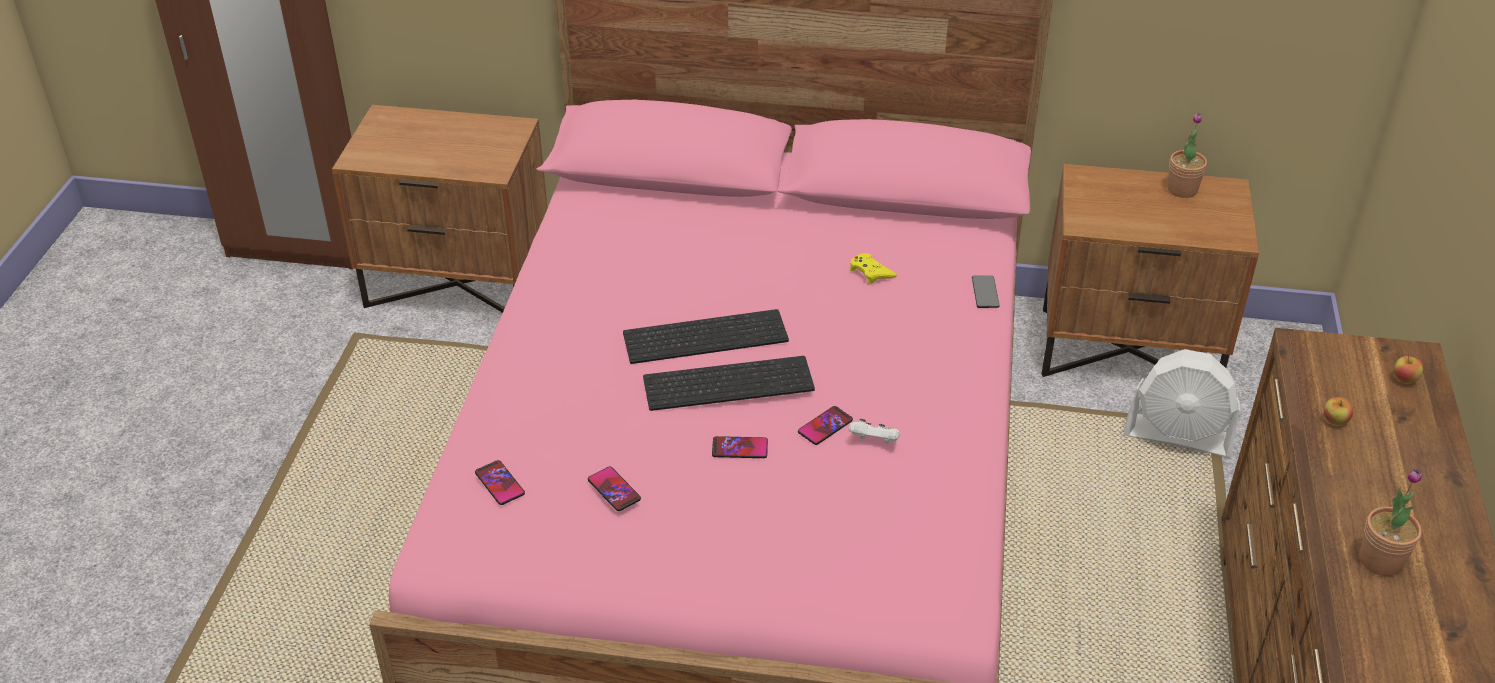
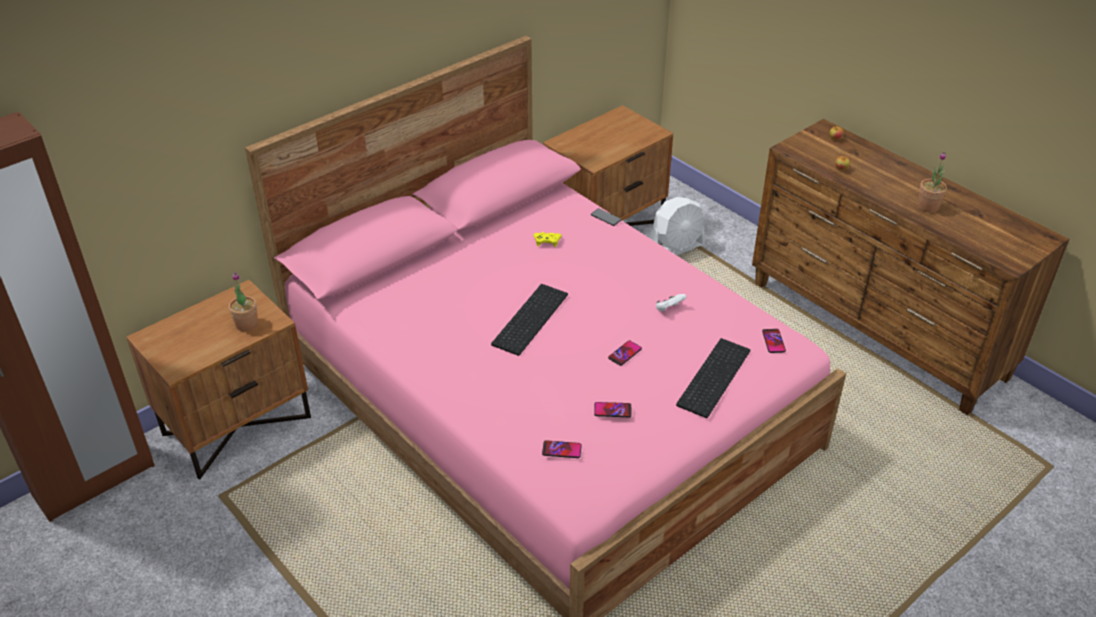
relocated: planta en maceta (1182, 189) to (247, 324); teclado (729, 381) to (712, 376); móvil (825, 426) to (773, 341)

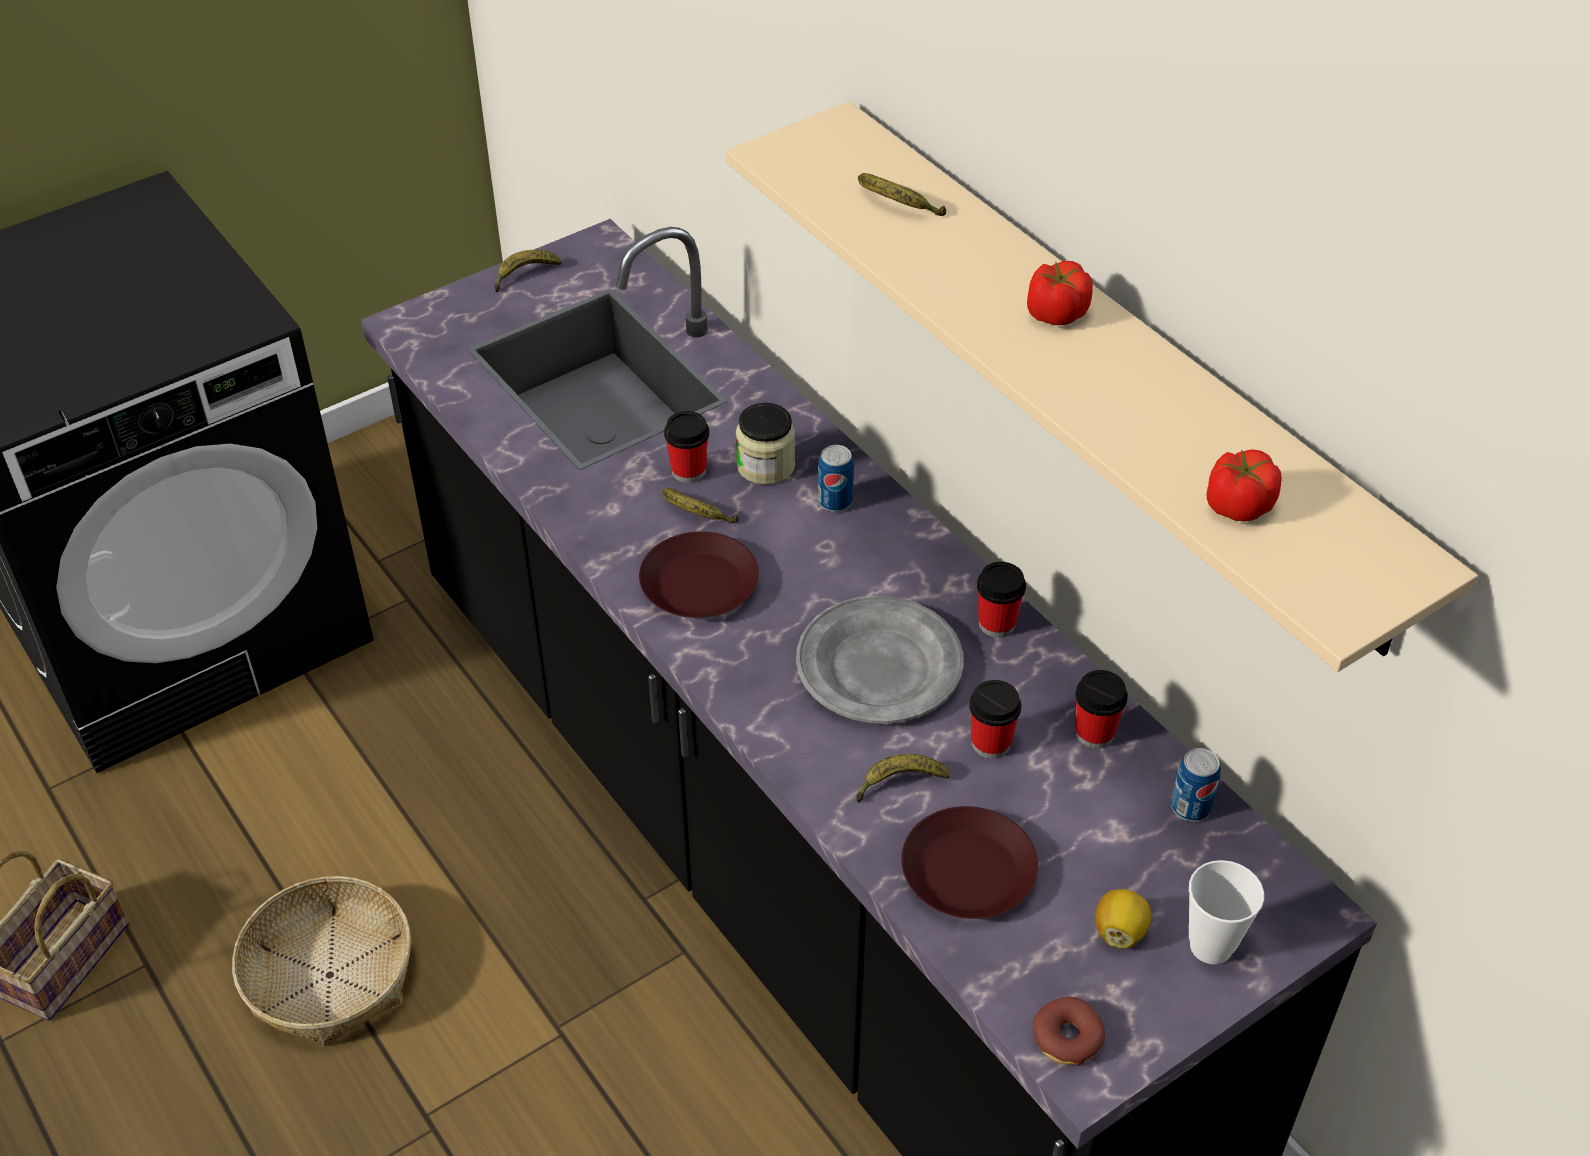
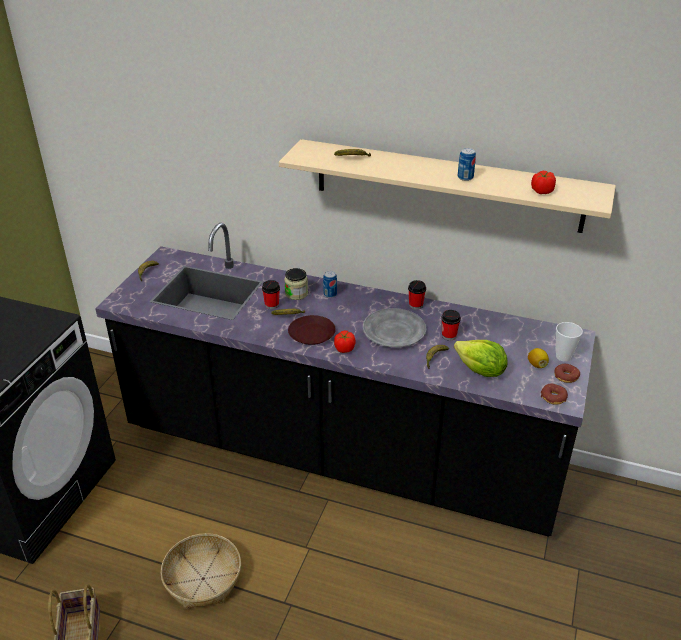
missing: taza (1094, 733)
appeared: rosquilla (566, 376)
relocated: tomate (1056, 314) to (344, 348); lata (1190, 807) to (465, 177)
exchanged: plato (marrón) (967, 873) to lechuga (480, 371)

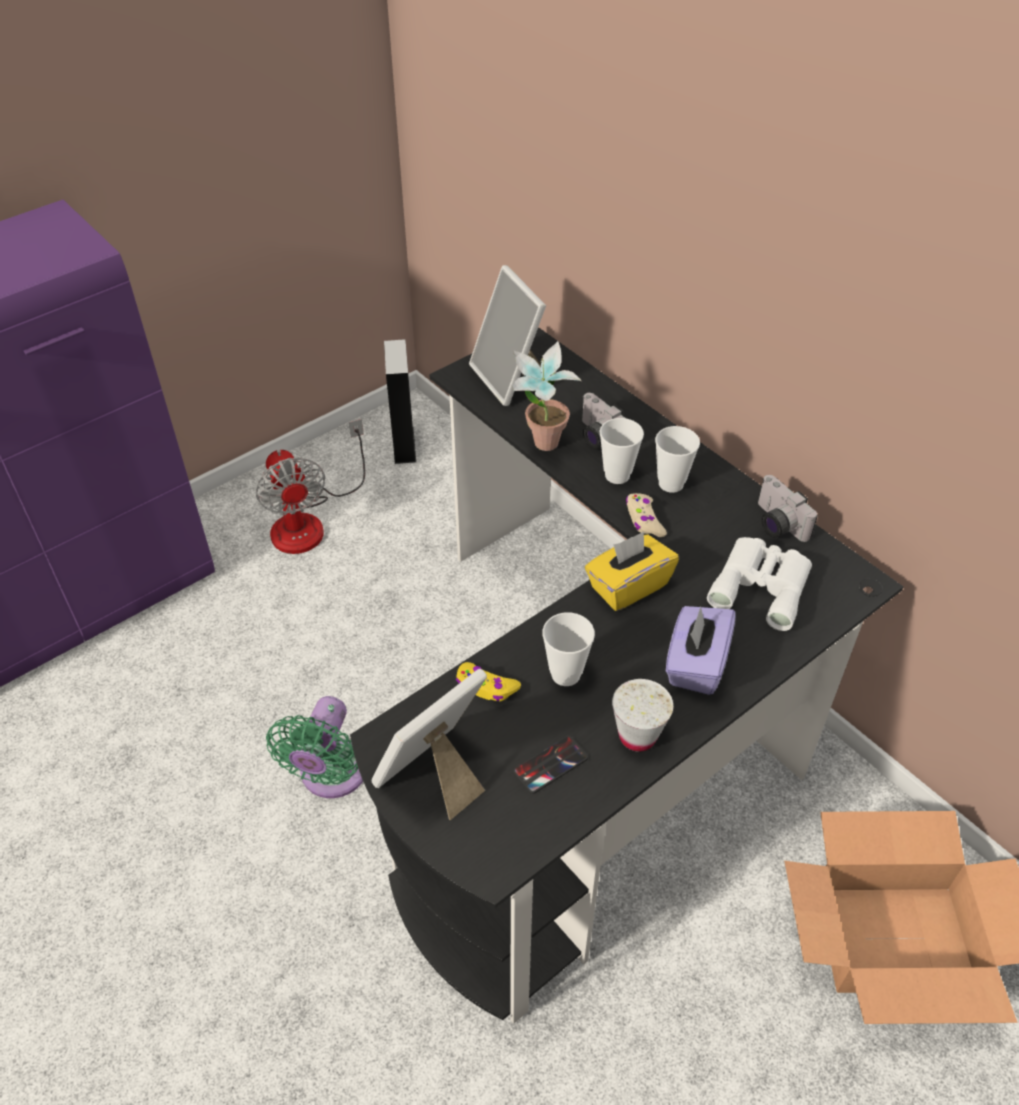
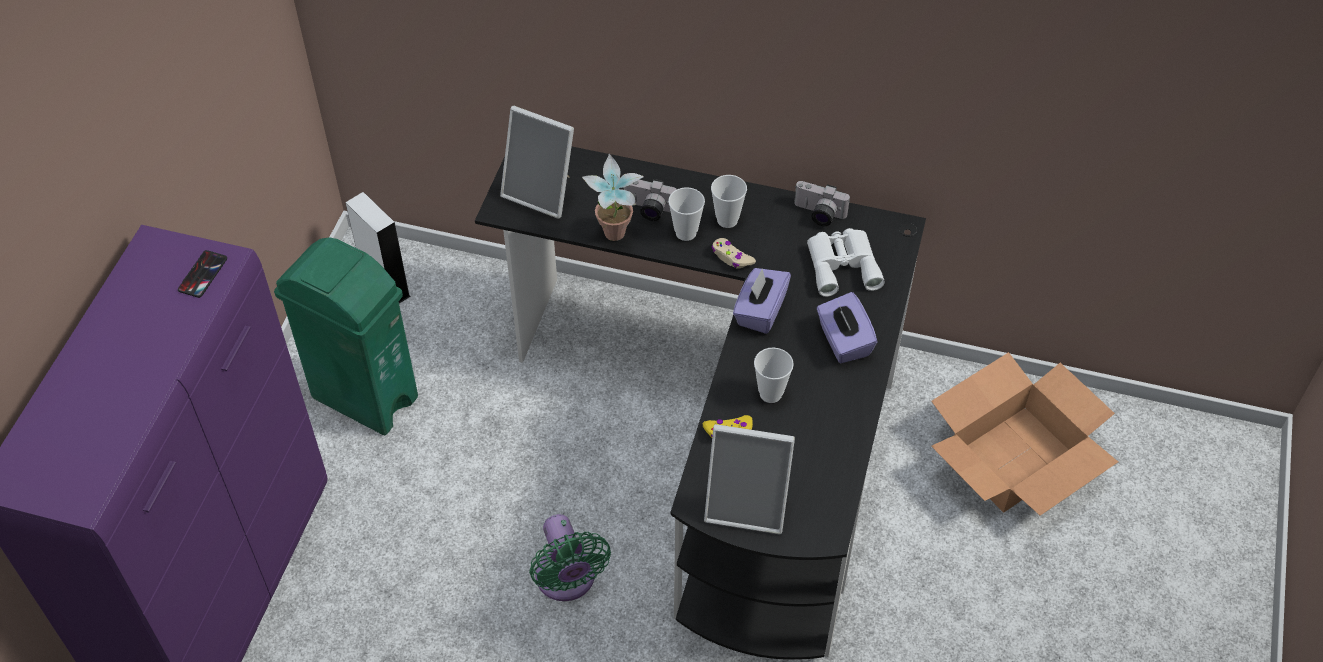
missing: taza (blanco) (637, 736)
relocated: móvil (550, 764) to (202, 274)
exchanged: ventilador (309, 521) to papelera (verde) (364, 396)
colour: caja de pañuelos (amarillo) (628, 586) to caja de pañuelos (morado) (760, 311)
spun: portarretratos (435, 776) = (747, 504) 90 degrees counterclockwise

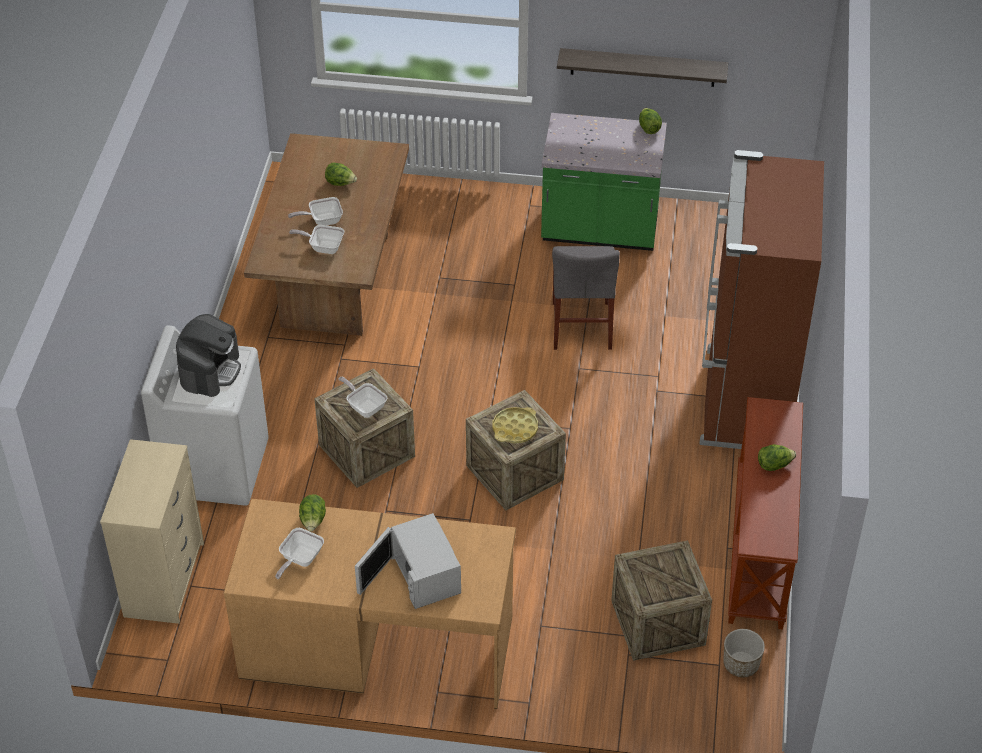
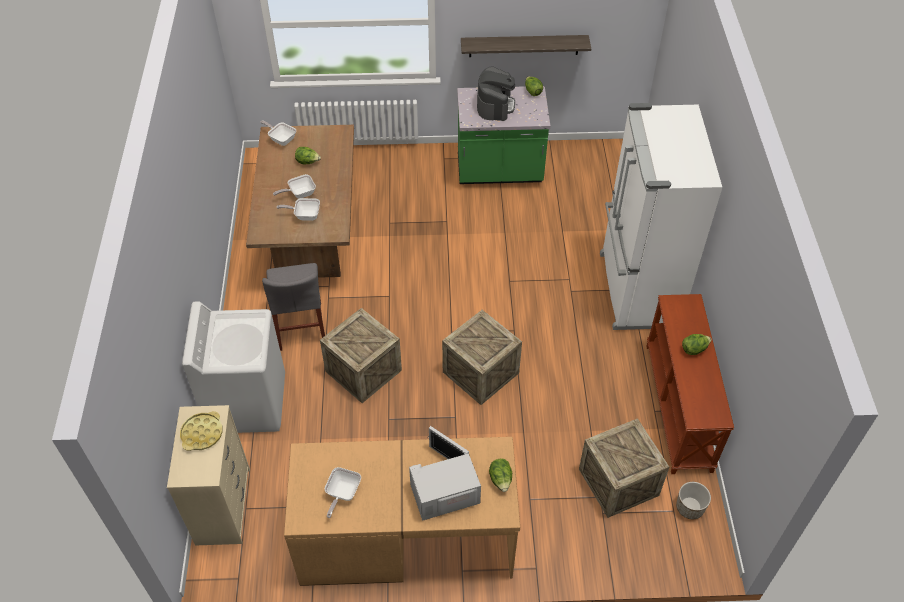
relocated: bandeja (amarillo) (515, 428) to (202, 433); sartén (364, 406) to (281, 139); silla (gris) (581, 325) to (300, 326); cafetera (210, 370) to (495, 105); lechuga (313, 521) to (501, 480)
colour: nevera (marrón) (743, 401) to nevera (blanco) (636, 290)
spun: microondas (blanco) (421, 574) = (445, 491) 105 degrees clockwise

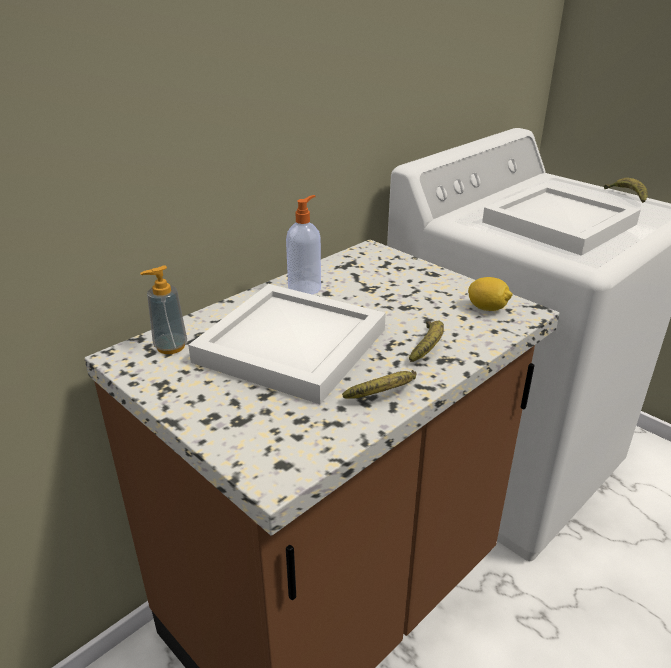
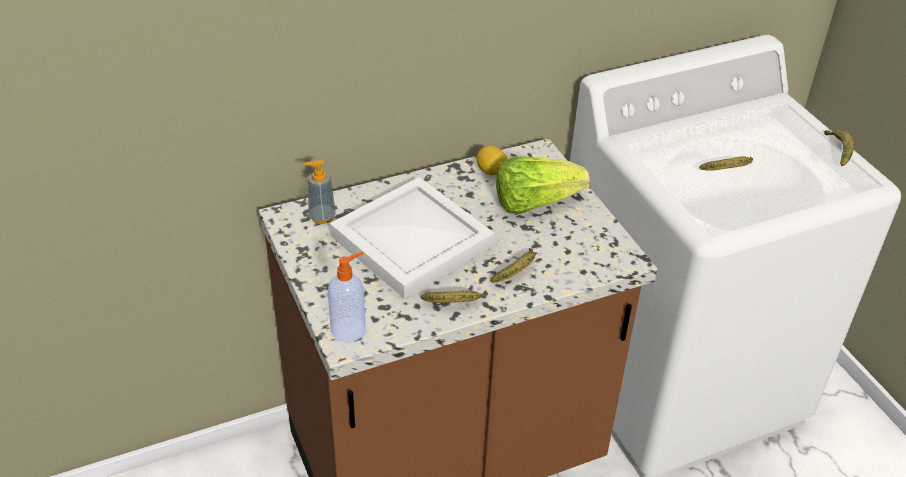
appeared: lechuga (534, 202)
relocated: dispensador de jabón (305, 287) to (349, 329); limón (487, 308) to (491, 171)
exchanged: bandeja (blanco) (558, 222) to plátano (728, 170)

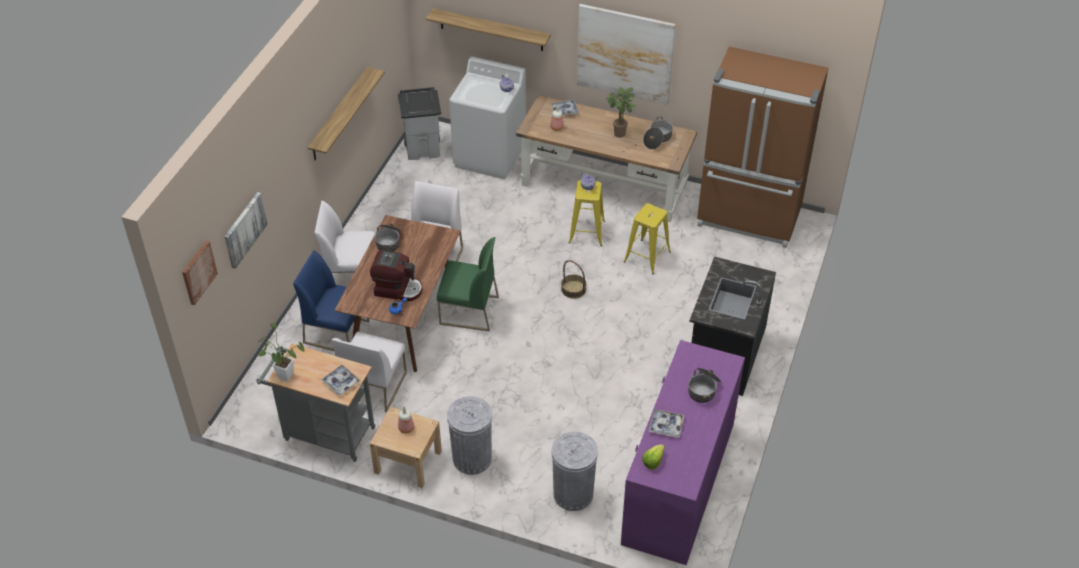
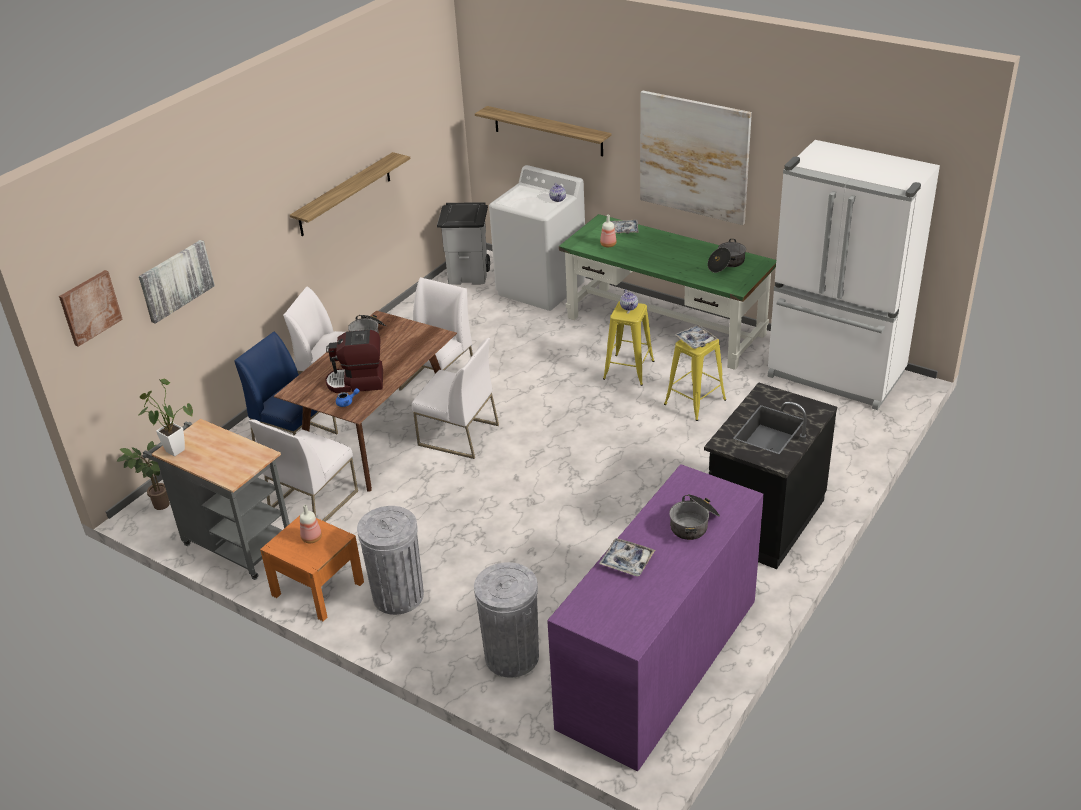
missing: cesta (573, 289); lechuga (653, 461)
relocated: planta en maceta (619, 135) to (160, 506); bandeja (341, 382) to (696, 340)
colour: mesita de noche (beis) (408, 462) to mesita de noche (naranja) (318, 589); silla (verde) (468, 311) to silla (blanco) (457, 435); escritorio (marrón) (605, 184) to escritorio (verde) (666, 326); nevera (marrón) (748, 219) to nevera (blanco) (835, 376)
spun: cafetera (398, 289) = (357, 382) 150 degrees clockwise

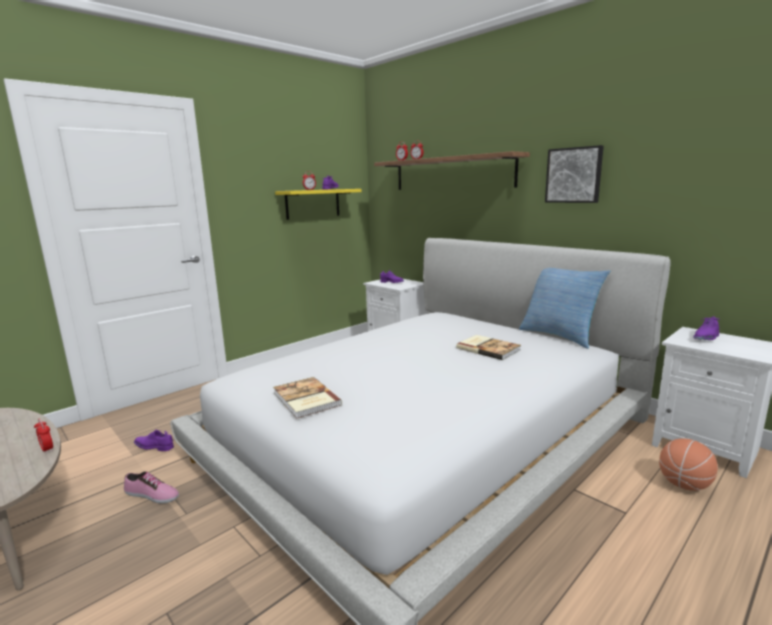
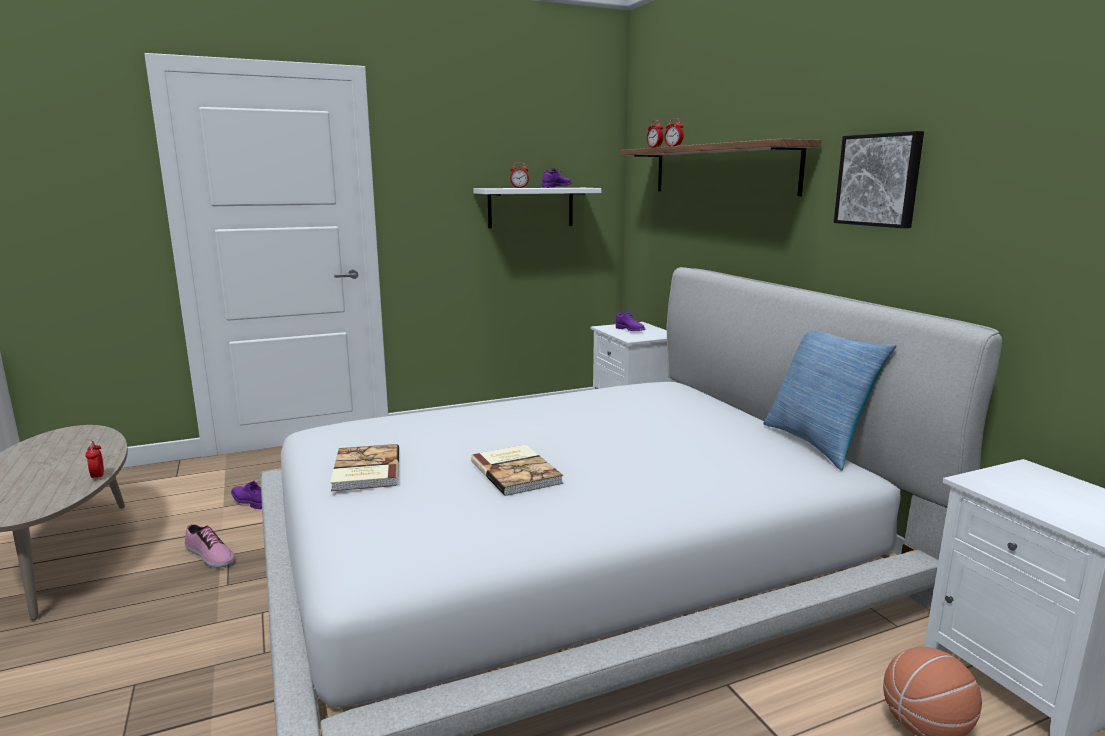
missing: zapato (morado) (706, 338)
relocated: libro (488, 348) to (517, 472)
colour: estante (amarillo) (313, 203) to estante (blanco) (531, 207)

